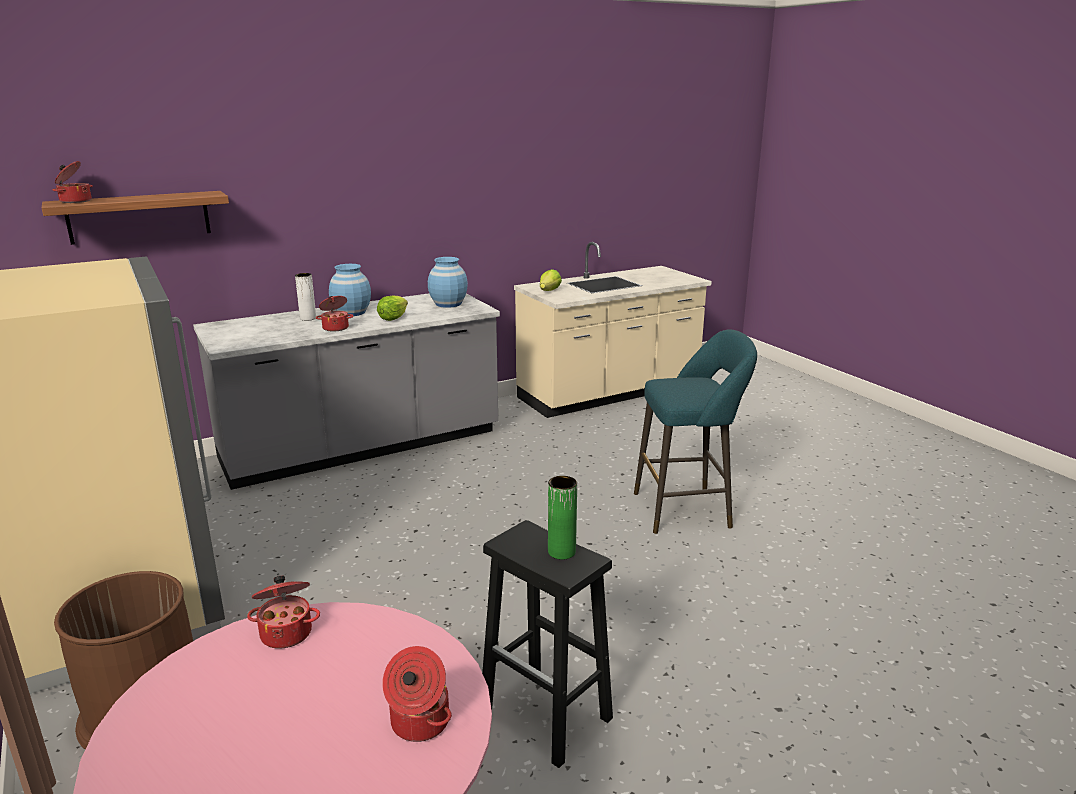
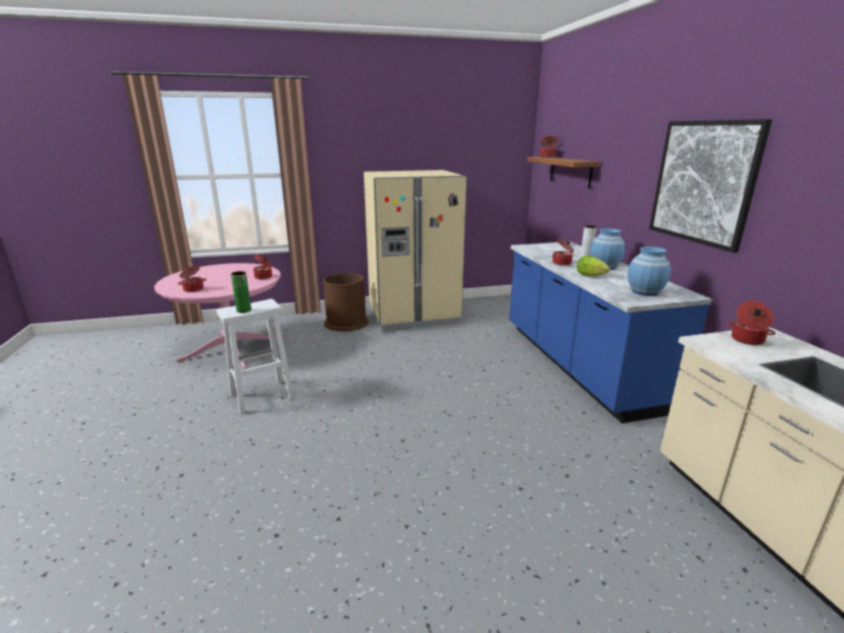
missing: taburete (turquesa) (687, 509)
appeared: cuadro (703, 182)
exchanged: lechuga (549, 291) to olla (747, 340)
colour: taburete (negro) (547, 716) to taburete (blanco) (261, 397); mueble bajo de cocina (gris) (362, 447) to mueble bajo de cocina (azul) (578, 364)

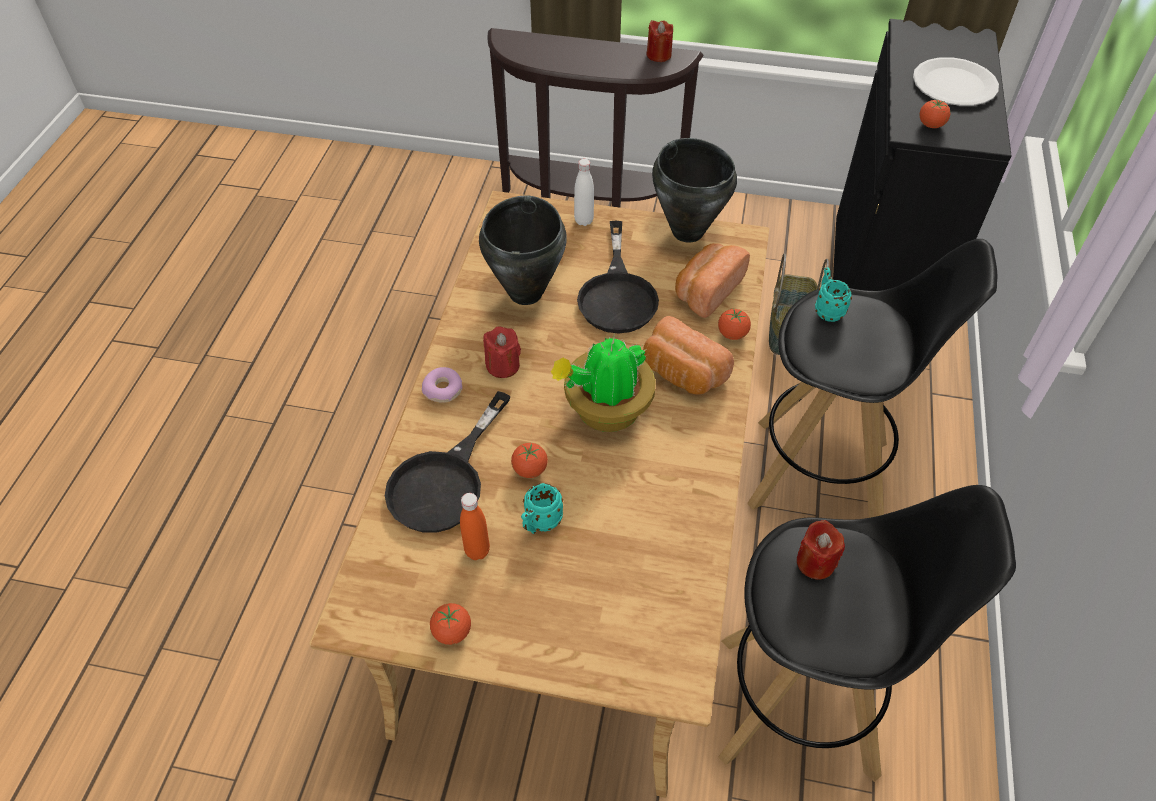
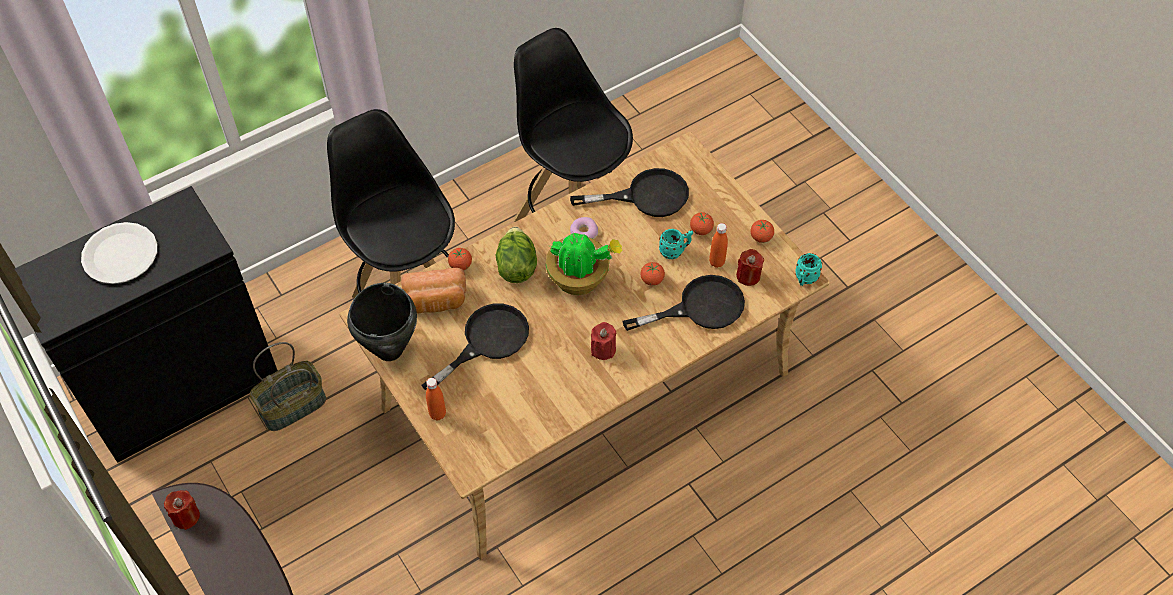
missing: olla (negro) (526, 293)
appeared: sartén (negro) (646, 196)
relocated: rosquilla (443, 390) to (583, 232); tomate (931, 125) to (701, 230); vela (rojo) (815, 562) to (748, 276); taza grande (turquesa) (827, 309) to (804, 279)
exchanged: pan (681, 374) to lechuga (516, 266)
colour: botella (blanco) (584, 220) to botella (naranja) (437, 414)

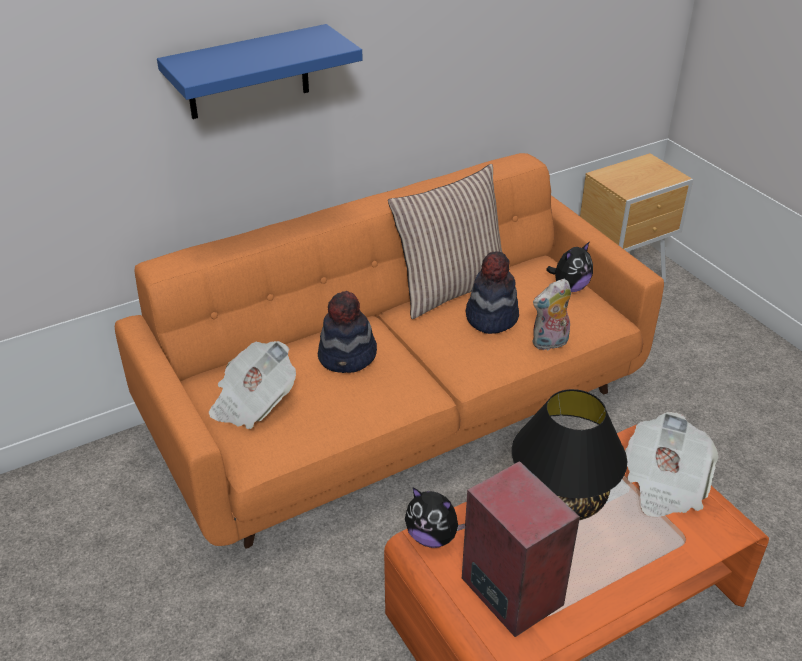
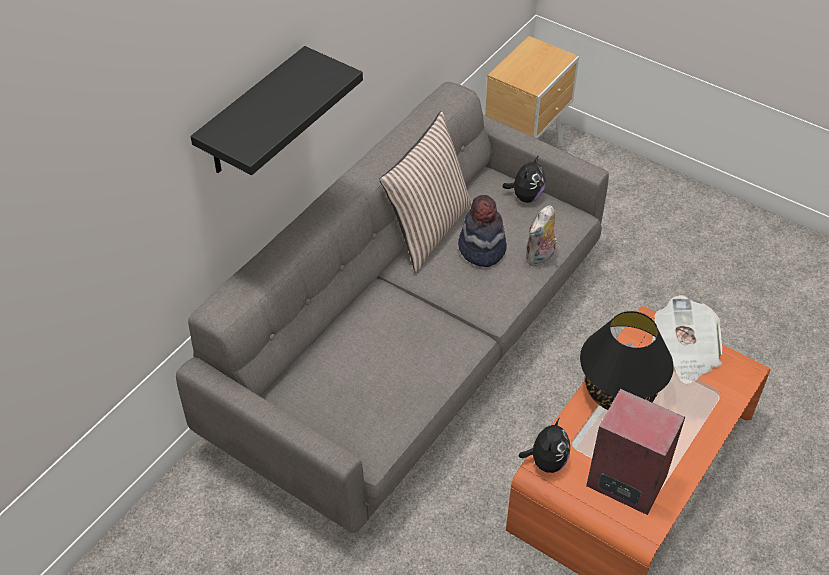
missing: periódico (253, 402); sombrero (348, 357)
colour: sofá (naranja) (401, 411) to sofá (gris) (413, 350); estante (azul) (248, 73) to estante (negro) (253, 114)
spun: peluche (432, 536) = (546, 461) 75 degrees counterclockwise

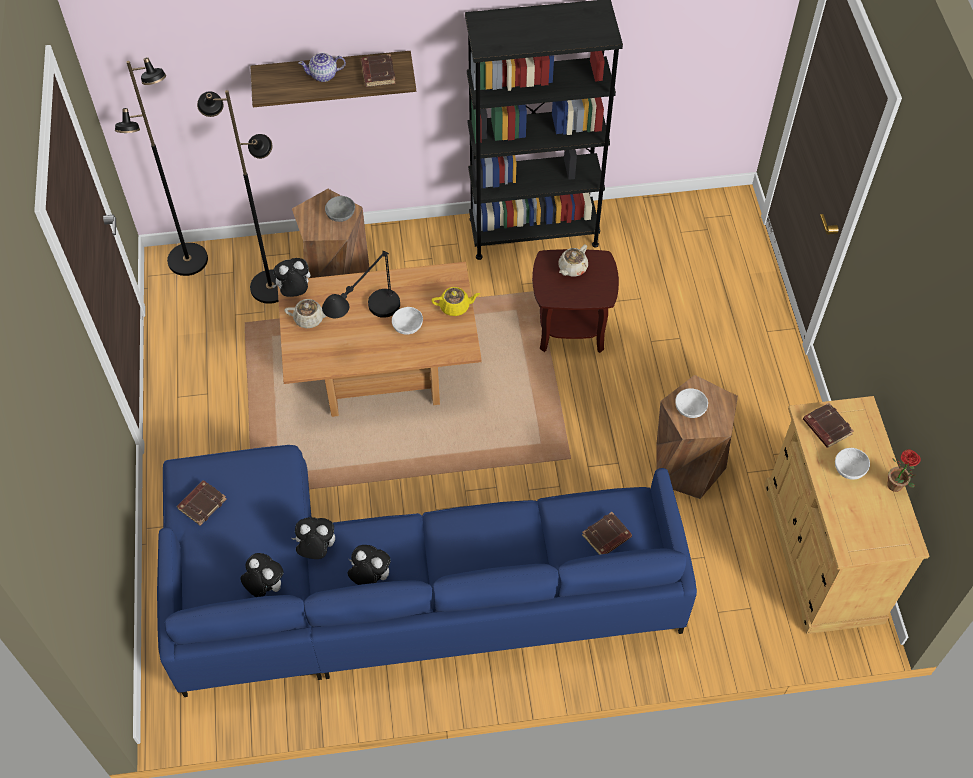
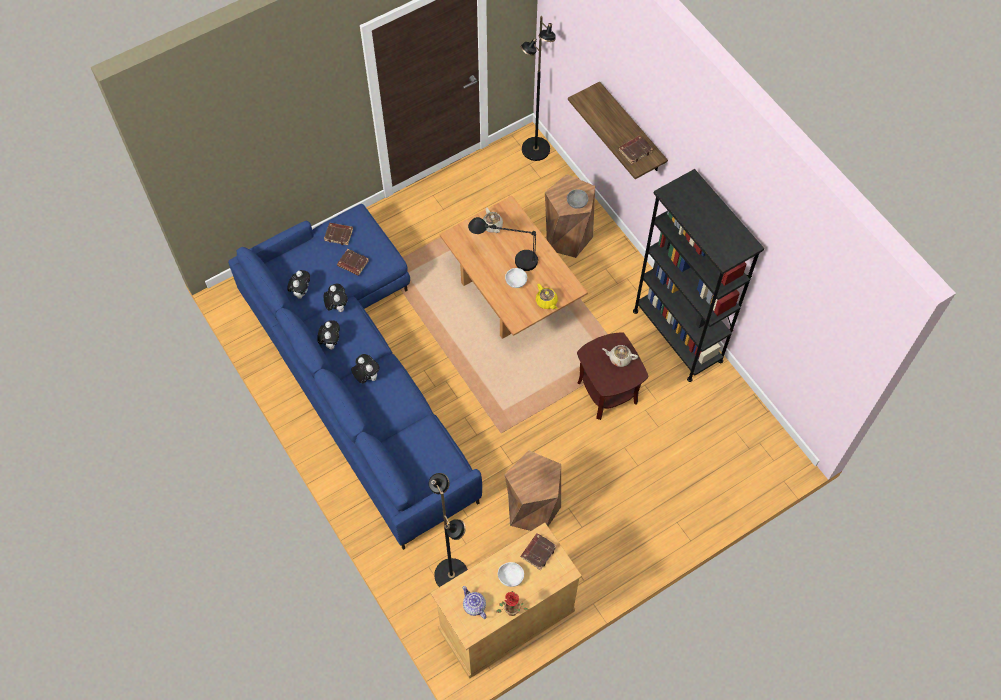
missing: cuenco (blanco) (689, 409)
relocated: libro (marrón) (606, 537) to (352, 264); peluche (294, 292) to (366, 377); lámpara de pie (negro) (270, 286) to (452, 574); tetera (324, 75) to (474, 606)

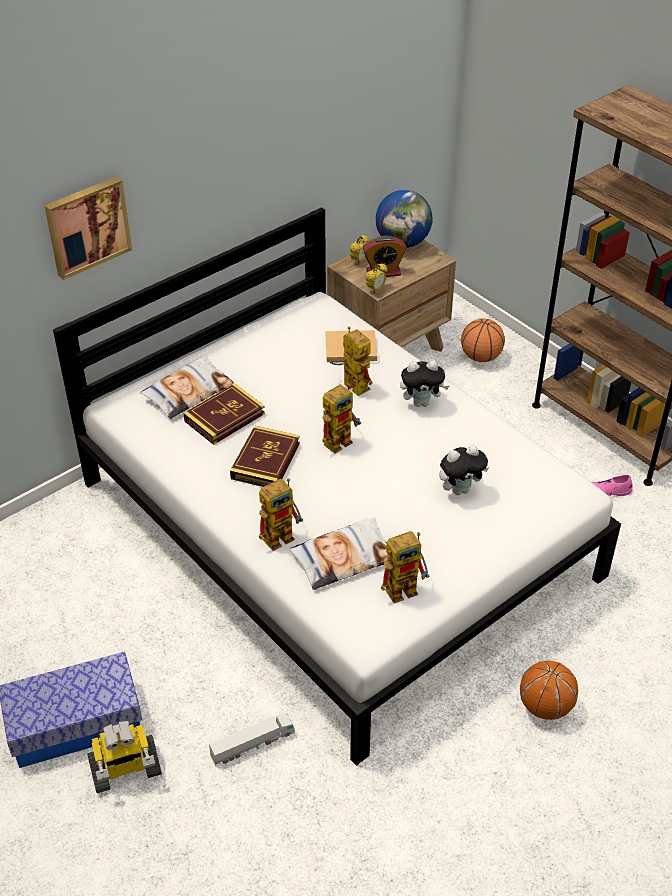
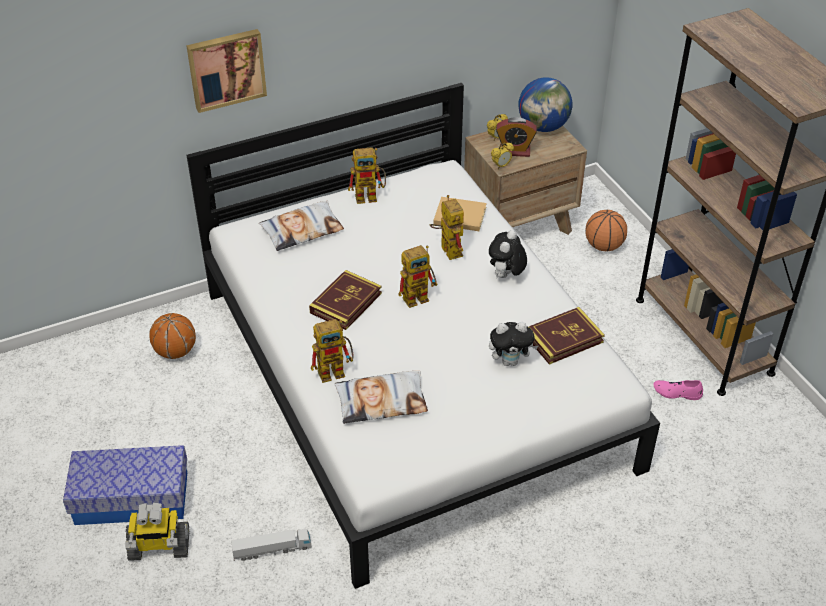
relocated: balón de baloncesto (545, 706) to (175, 352); robot de juguete (406, 587) to (370, 196); libro (224, 417) to (563, 339)
spun: peluche (421, 402) = (506, 276) 105 degrees clockwise

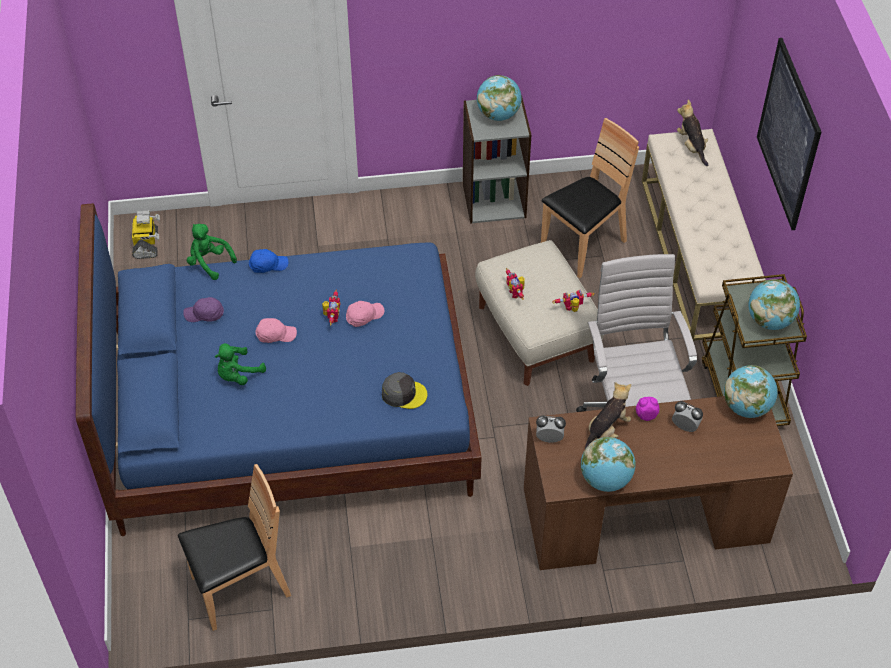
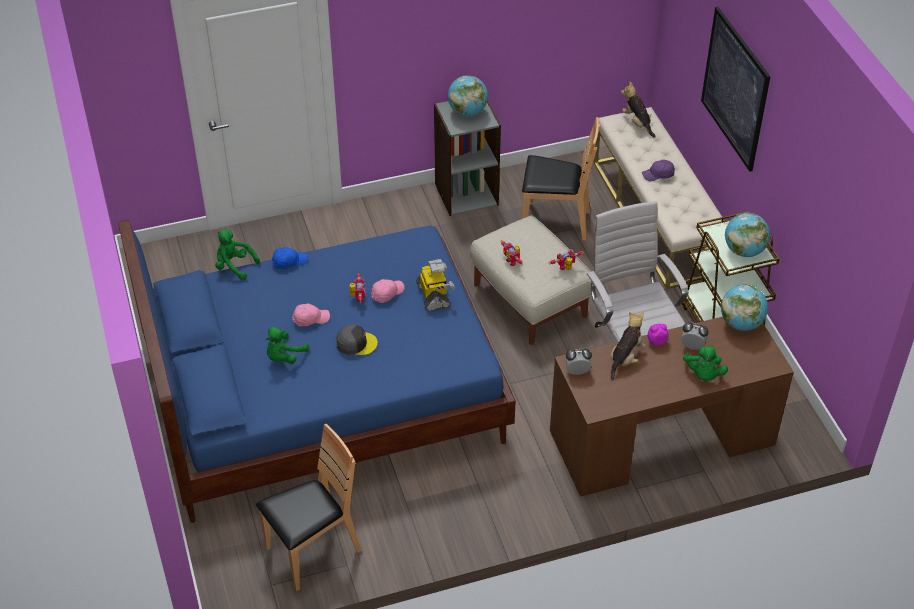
missing: globo terráqueo (605, 479)
appeared: peluche (verde) (703, 374)
relocated: gorra (gris) (403, 393) to (356, 343); robot de juguete (147, 244) to (434, 296); gorra (morado) (204, 315) to (658, 175)
spun: silla (marrón) (583, 245) = (555, 222) 60 degrees clockwise

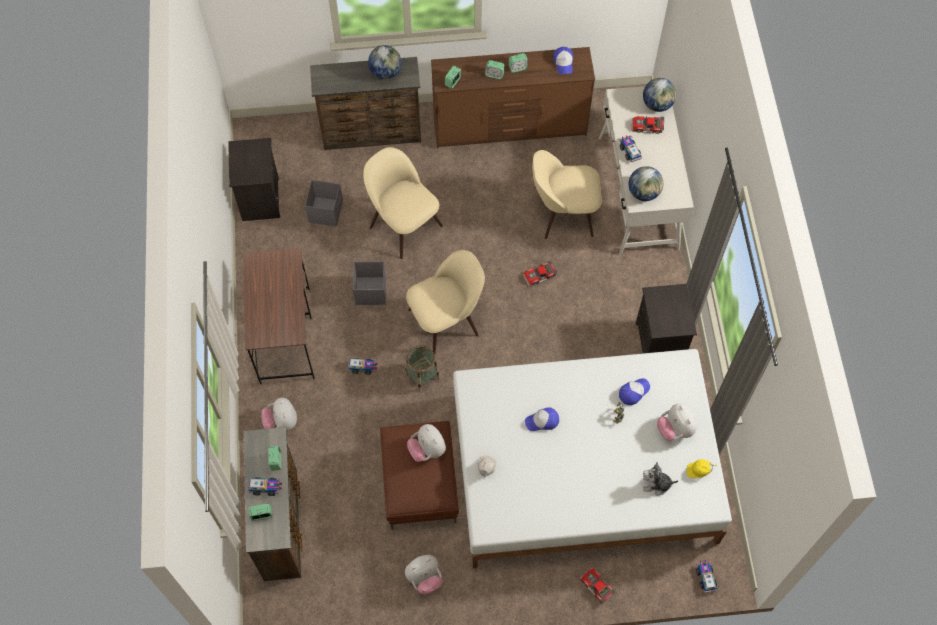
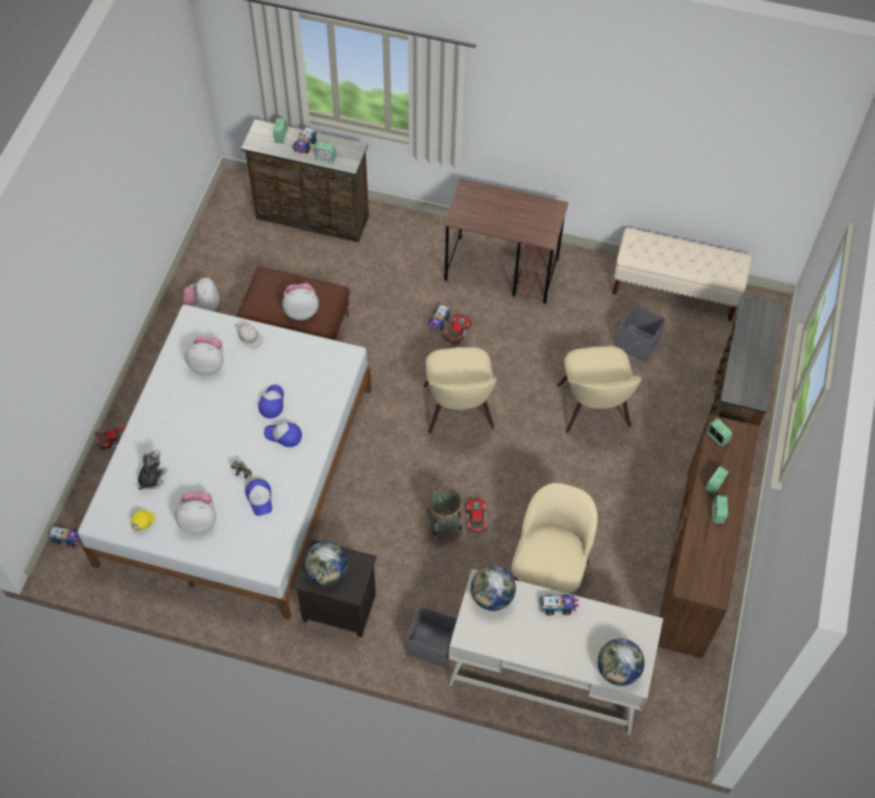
relocated: peluche (281, 422) to (208, 364); gorra (563, 62) to (283, 435); globo terráqueo (385, 72) to (327, 572); caja de almacenaje (gris) (370, 291) to (430, 644); cesta (422, 376) to (444, 525); coche de juguete (647, 127) to (456, 331)
exchanged: mesita de noche (negro) (259, 198) to banco (beis) (675, 290)
spun: silla (beis) (403, 224) = (594, 409) 105 degrees clockwise

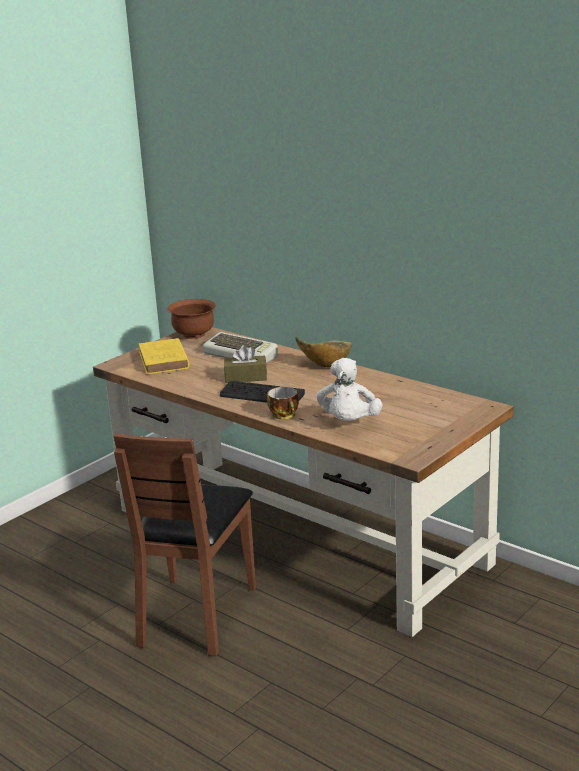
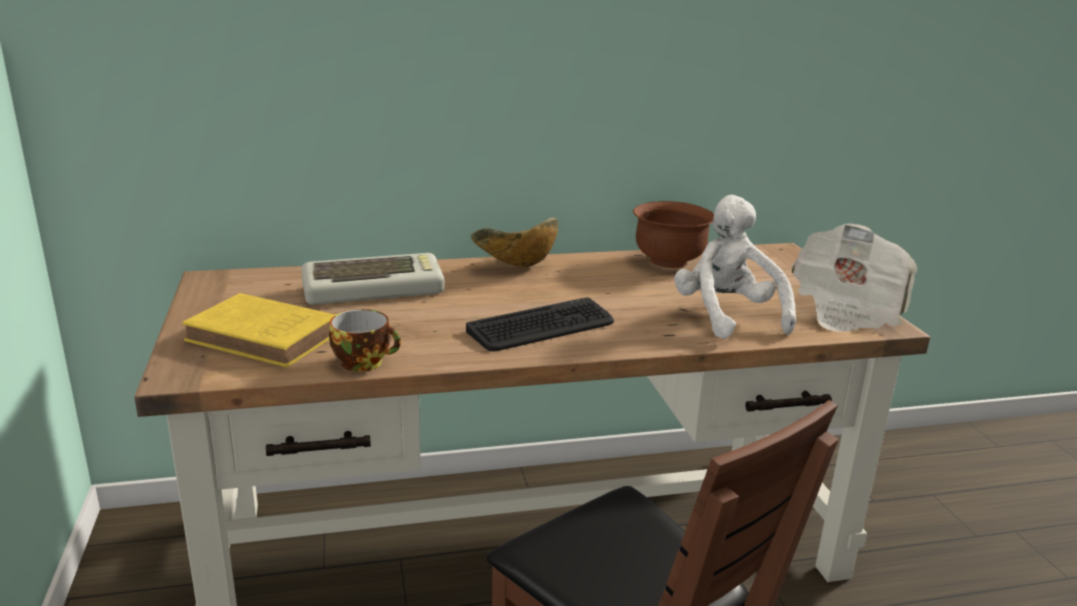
missing: caja de pañuelos (marrón) (246, 377)
appeared: periódico (846, 309)
relocated: taza (285, 415) to (365, 362); cuenco (marrón) (194, 335) to (669, 261)
spun: peluche (blanco) (349, 423) = (727, 316) 150 degrees counterclockwise

